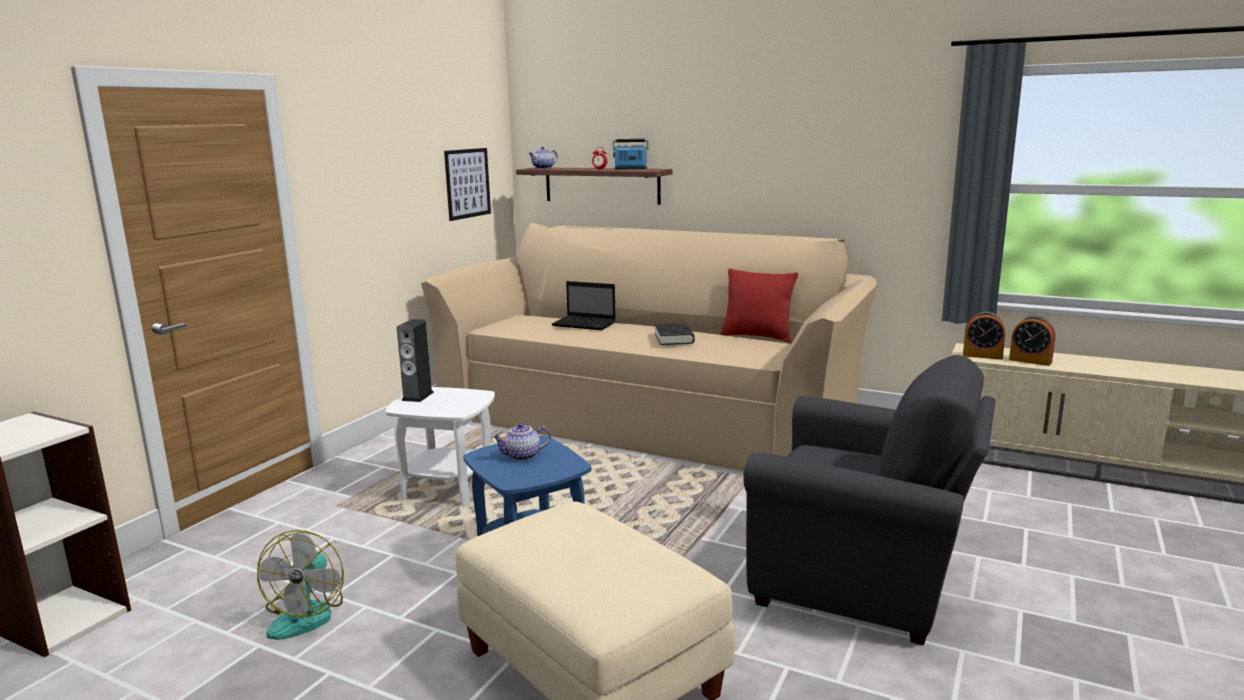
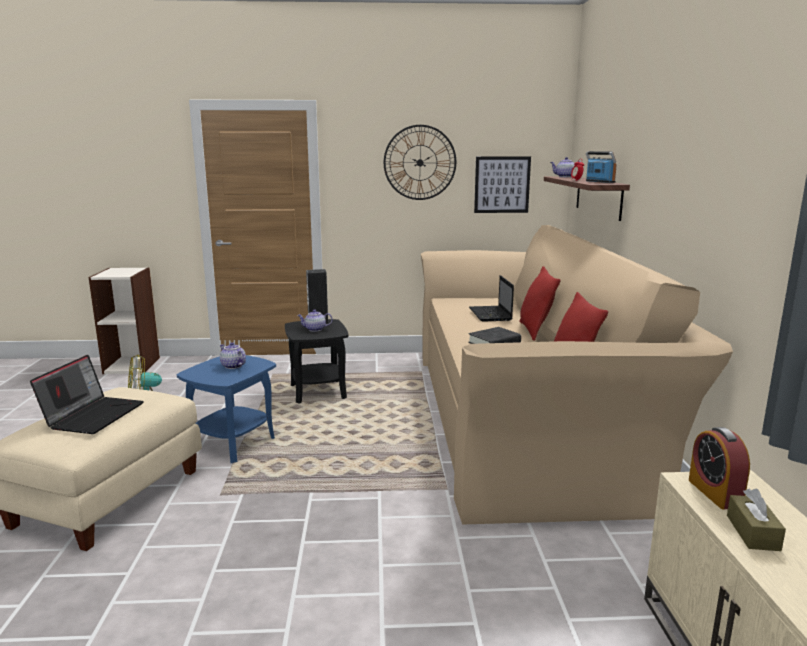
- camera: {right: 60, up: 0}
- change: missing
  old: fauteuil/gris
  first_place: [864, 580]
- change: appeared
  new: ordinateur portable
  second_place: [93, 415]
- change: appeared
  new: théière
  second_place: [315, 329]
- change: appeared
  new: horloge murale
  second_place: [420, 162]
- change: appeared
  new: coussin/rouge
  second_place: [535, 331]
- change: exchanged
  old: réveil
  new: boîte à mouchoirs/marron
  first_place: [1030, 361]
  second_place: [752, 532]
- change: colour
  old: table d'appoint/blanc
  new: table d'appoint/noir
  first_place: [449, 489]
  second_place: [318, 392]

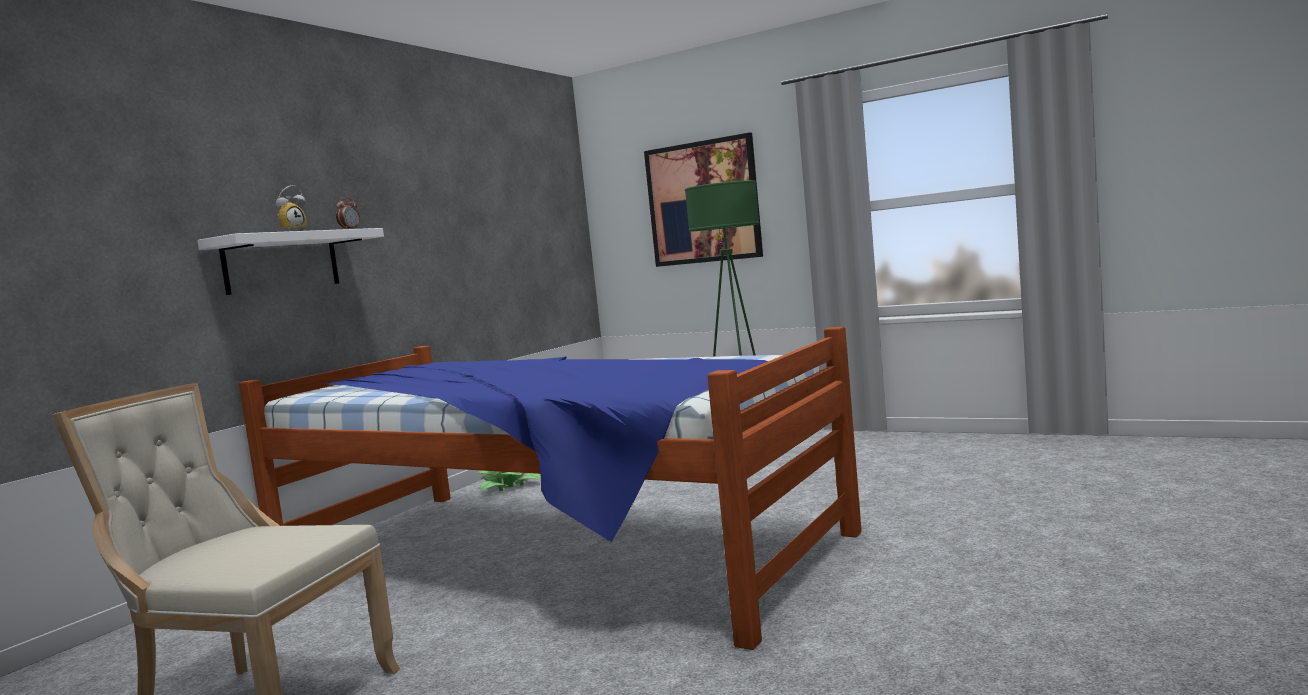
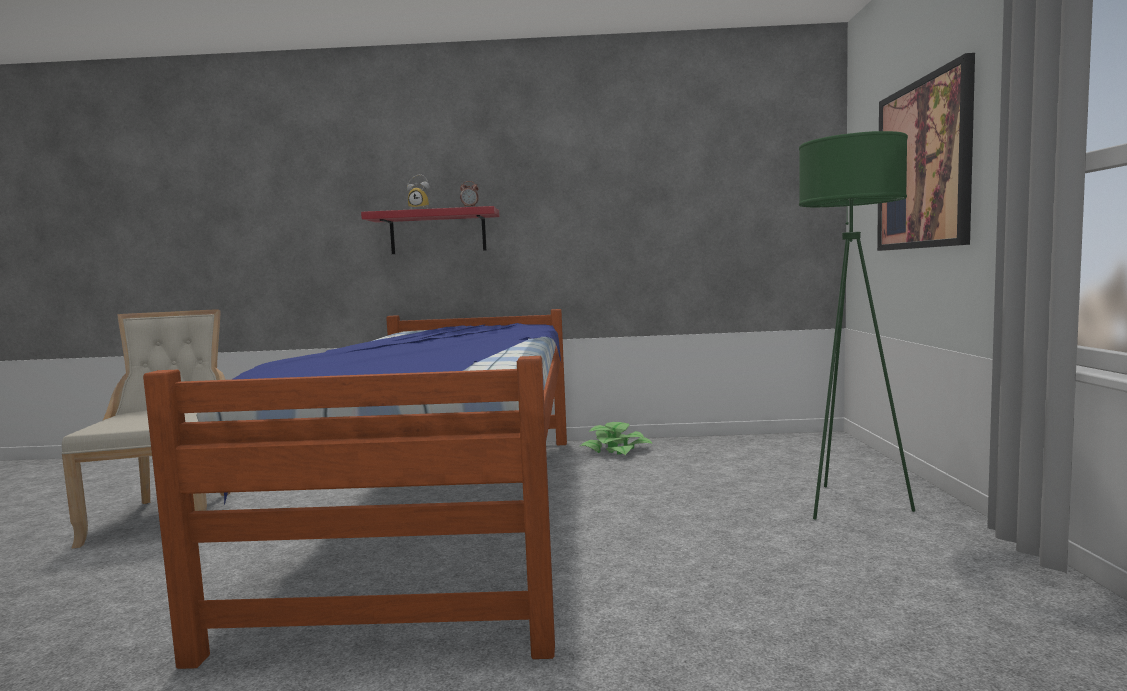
- camera: {right: 60, up: 0}
- change: colour
  old: étagère/blanc
  new: étagère/rouge
  first_place: [281, 262]
  second_place: [438, 232]

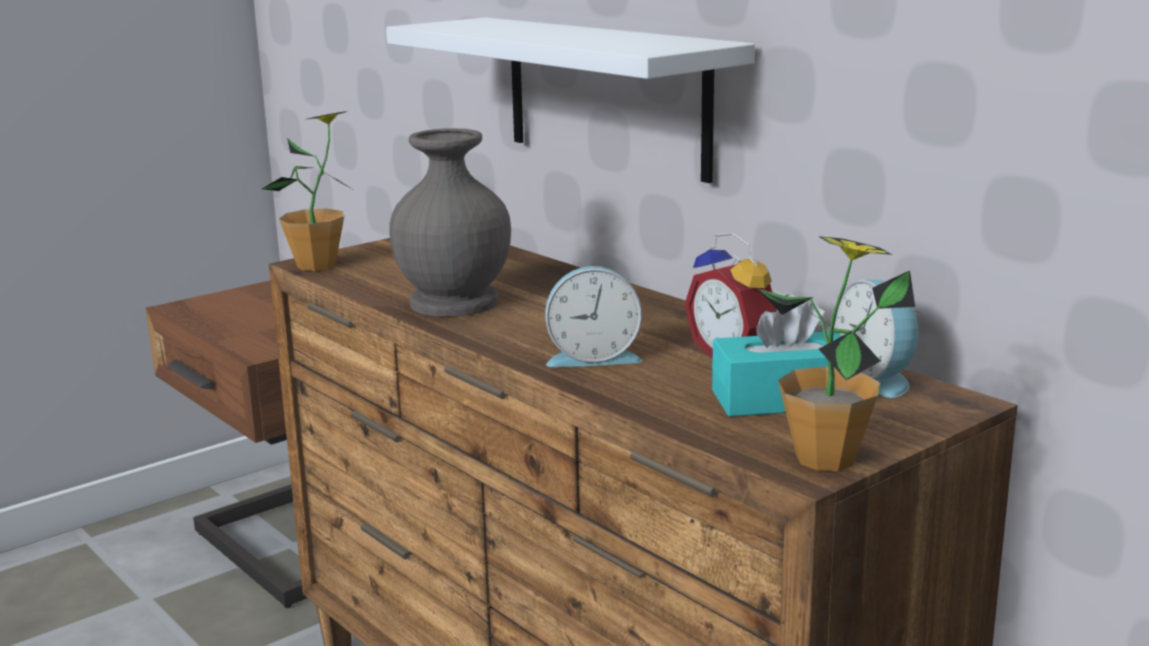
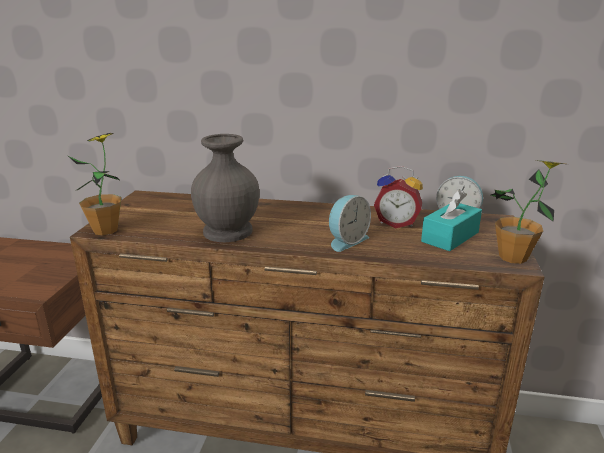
- camera: {right: -40, up: 5}
- change: missing
  old: étagère/blanc
  first_place: [605, 95]

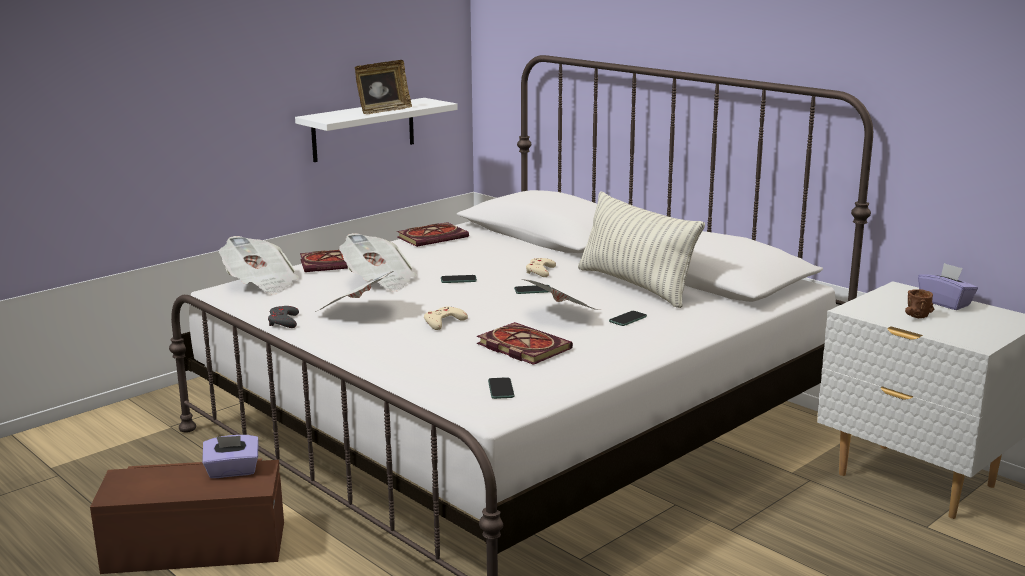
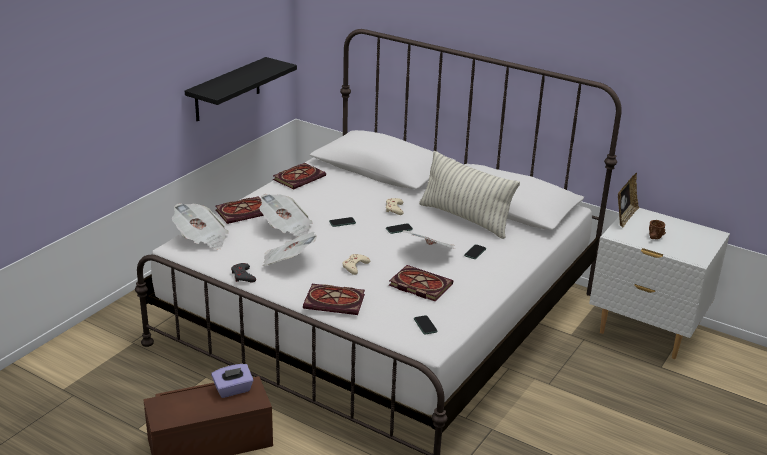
- camera: {right: -15, up: 10}
- change: missing
  old: boîte à mouchoirs/violet
  first_place: [945, 303]
- change: appeared
  new: livre
  second_place: [336, 301]
- change: relocated
  old: cadre photo
  first_place: [383, 110]
  second_place: [624, 217]
- change: colour
  old: étagère/blanc
  new: étagère/noir
  first_place: [363, 129]
  second_place: [227, 89]

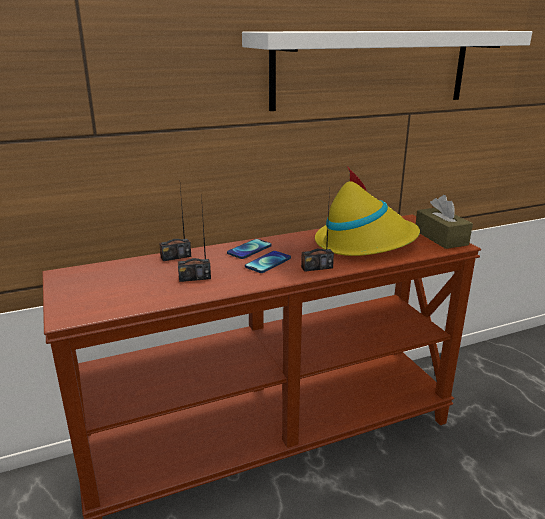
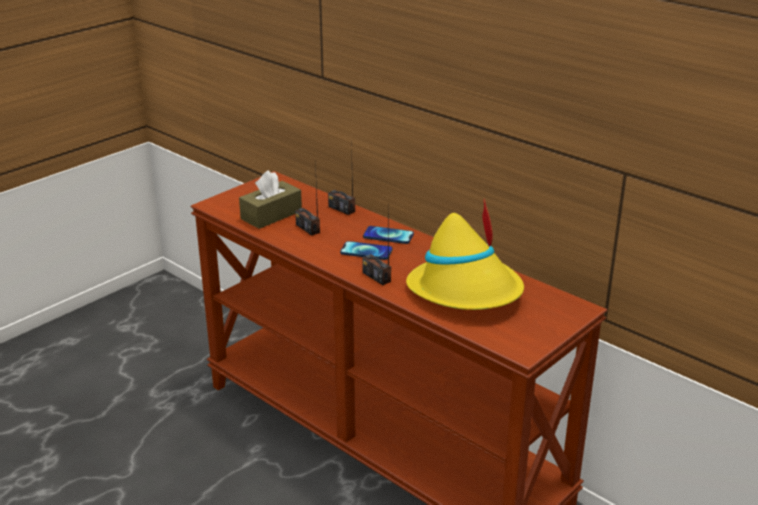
- camera: {right: 65, up: 5}
- change: missing
  old: étagère/blanc
  first_place: [372, 68]
- change: relocated
  old: boîte à mouchoirs/marron
  first_place: [441, 237]
  second_place: [271, 215]

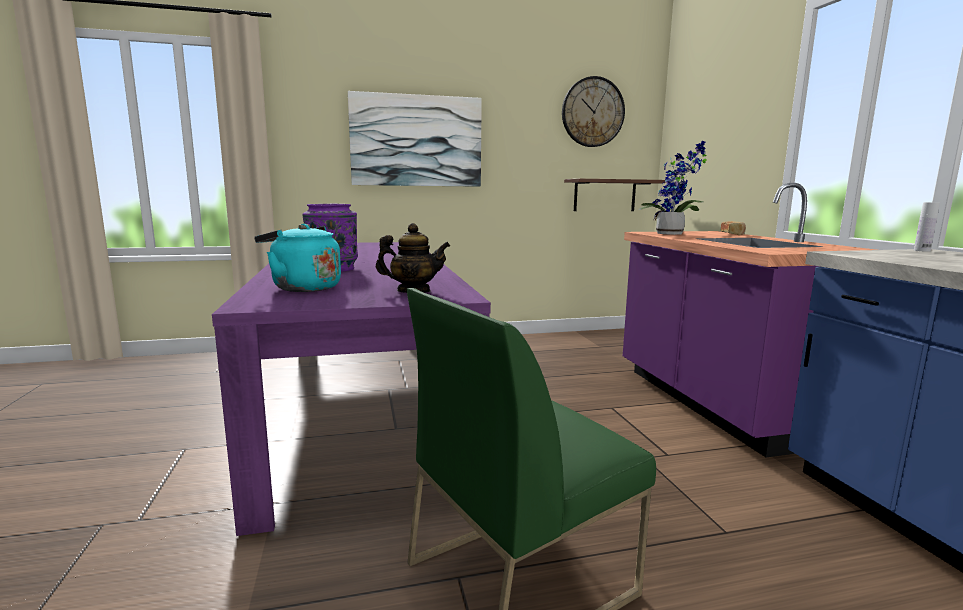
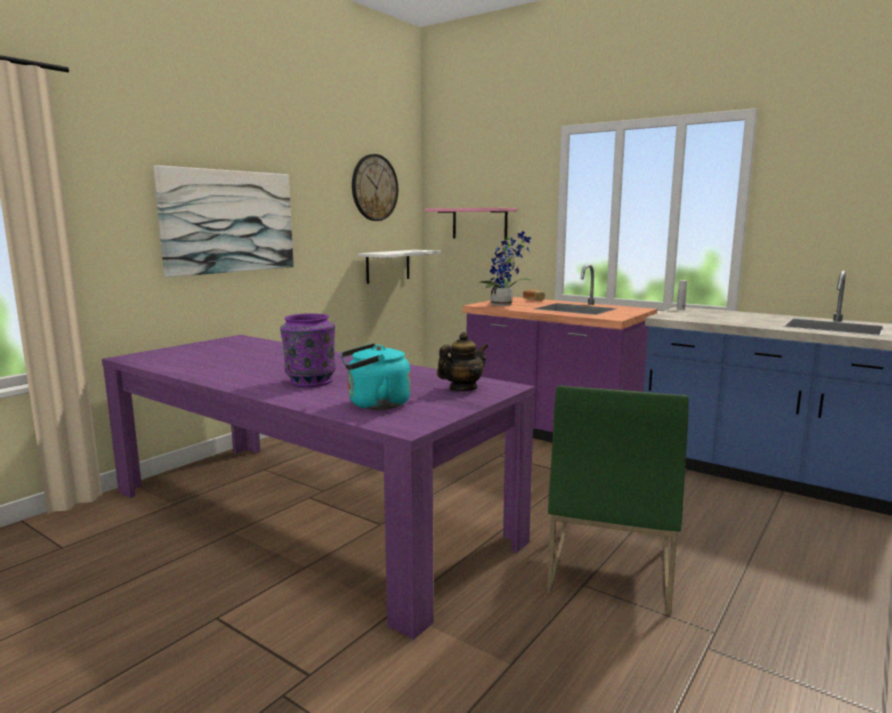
- camera: {right: -40, up: 0}
- change: appeared
  new: étagère/rose
  second_place: [479, 223]
- change: colour
  old: étagère/marron
  new: étagère/blanc
  first_place: [604, 195]
  second_place: [388, 266]

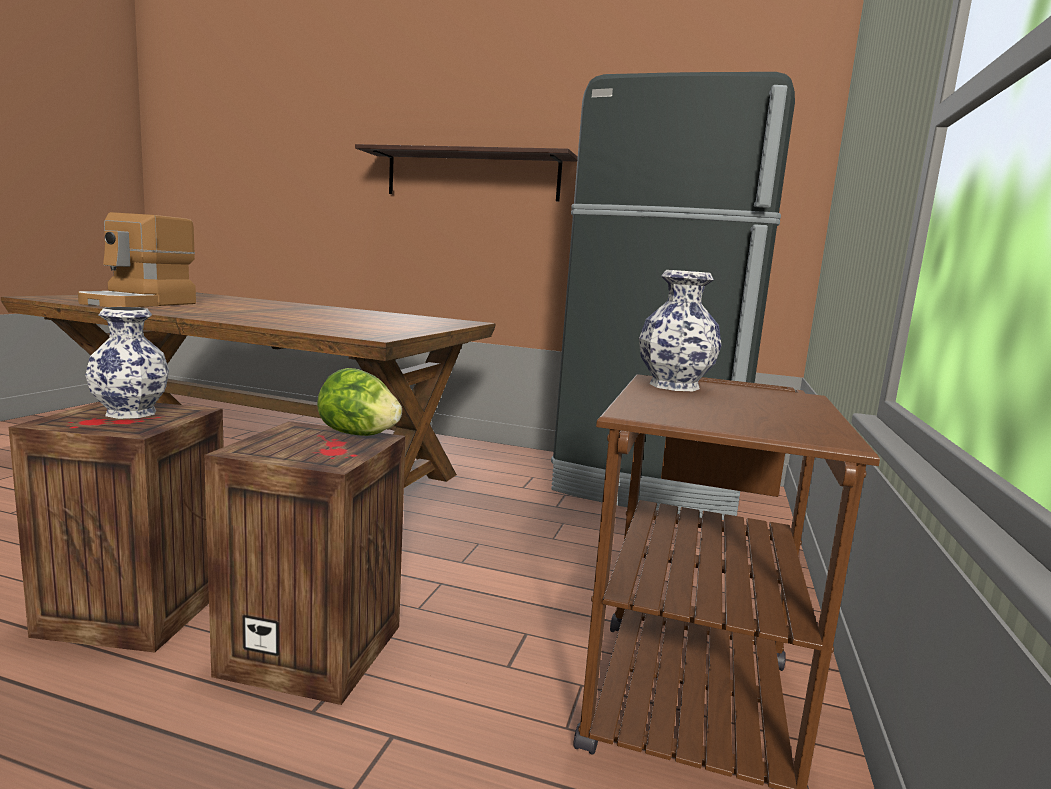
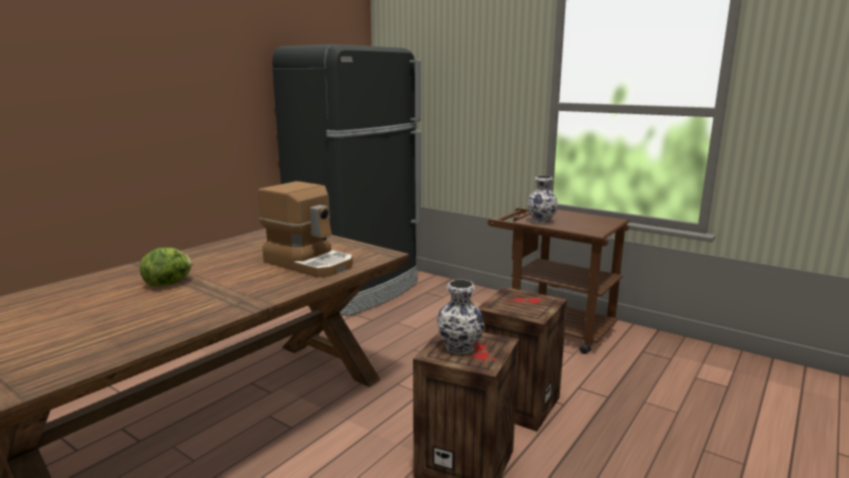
- camera: {right: -70, up: 5}
- change: missing
  old: étagère
  first_place: [472, 176]
- change: relocated
  old: machine à café
  first_place: [140, 303]
  second_place: [310, 263]
- change: relocated
  old: laitue
  first_place: [358, 434]
  second_place: [169, 283]

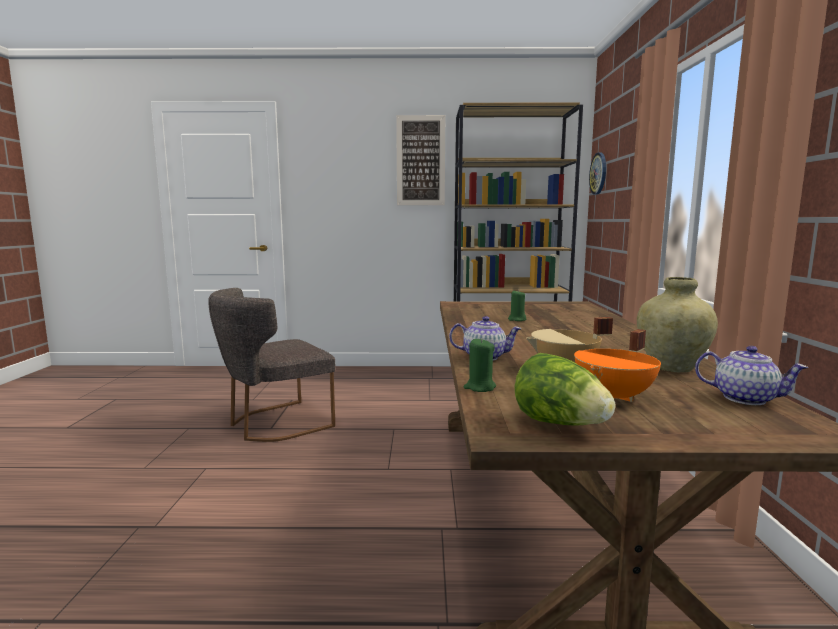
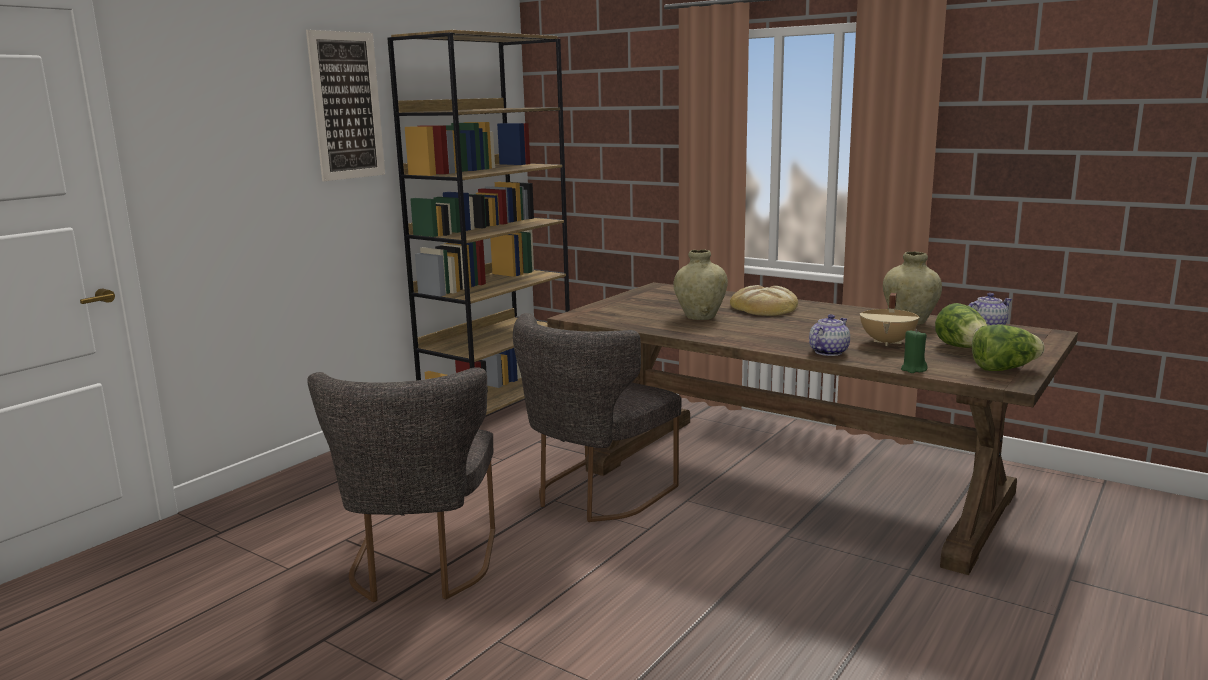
- camera: {right: -55, up: 5}
- change: missing
  old: horloge murale
  first_place: [598, 173]
- change: appeared
  new: chaise/gris
  second_place: [595, 495]
- change: appeared
  new: pain
  second_place: [764, 307]
- change: exchanged
  old: bougie/vert
  new: vase/beige
  first_place: [517, 319]
  second_place: [700, 316]
- change: exchanged
  old: marmite/orange
  new: laitue
  first_place: [615, 397]
  second_place: [962, 348]

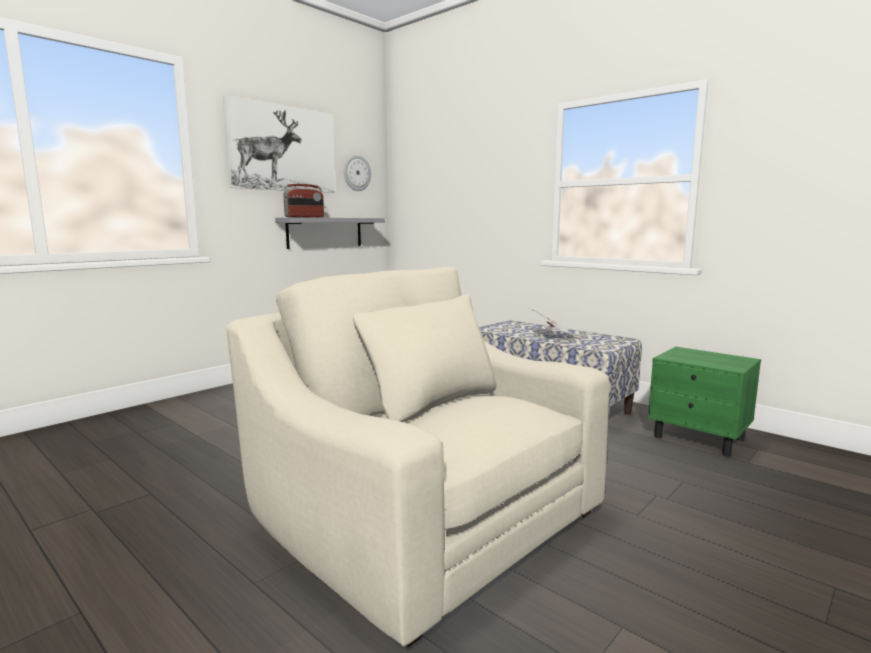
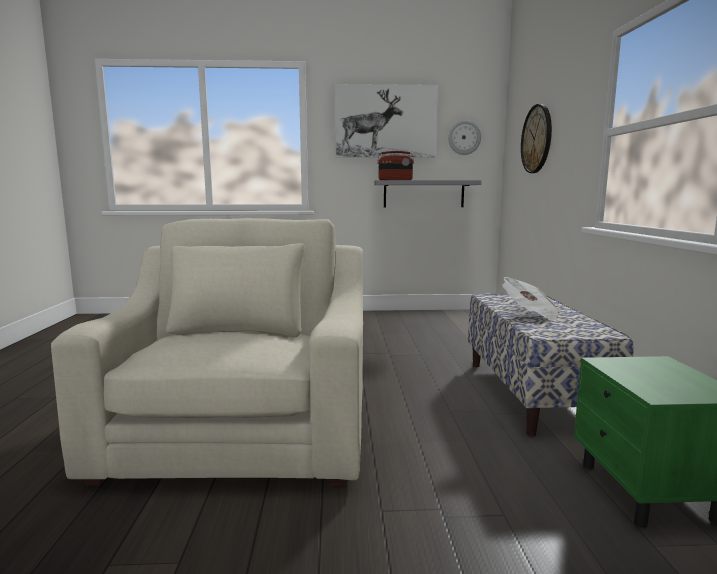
- camera: {right: 45, up: 0}
- change: appeared
  new: horloge murale
  second_place: [537, 139]

